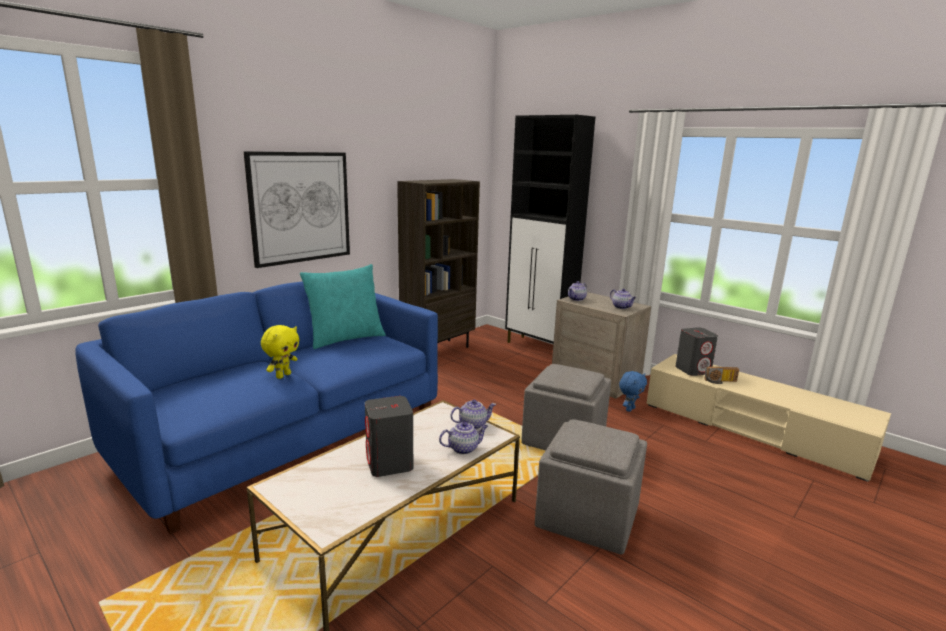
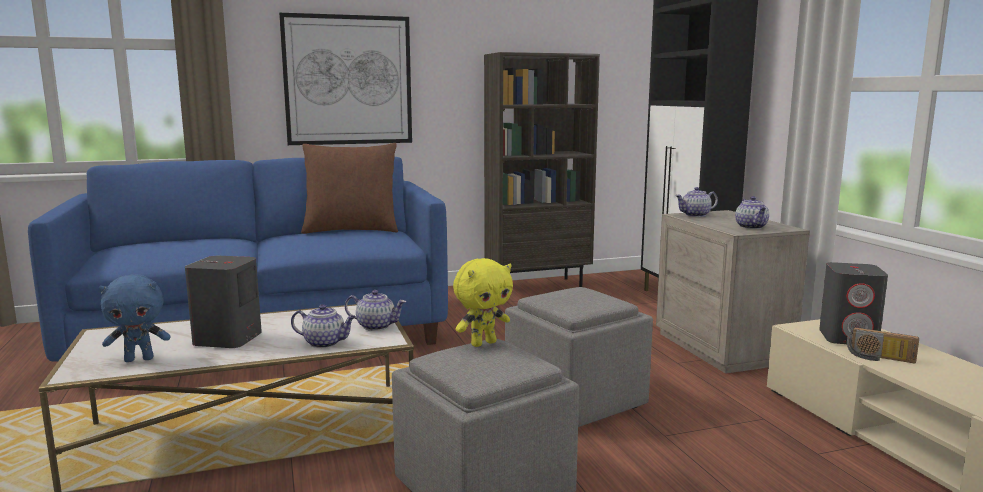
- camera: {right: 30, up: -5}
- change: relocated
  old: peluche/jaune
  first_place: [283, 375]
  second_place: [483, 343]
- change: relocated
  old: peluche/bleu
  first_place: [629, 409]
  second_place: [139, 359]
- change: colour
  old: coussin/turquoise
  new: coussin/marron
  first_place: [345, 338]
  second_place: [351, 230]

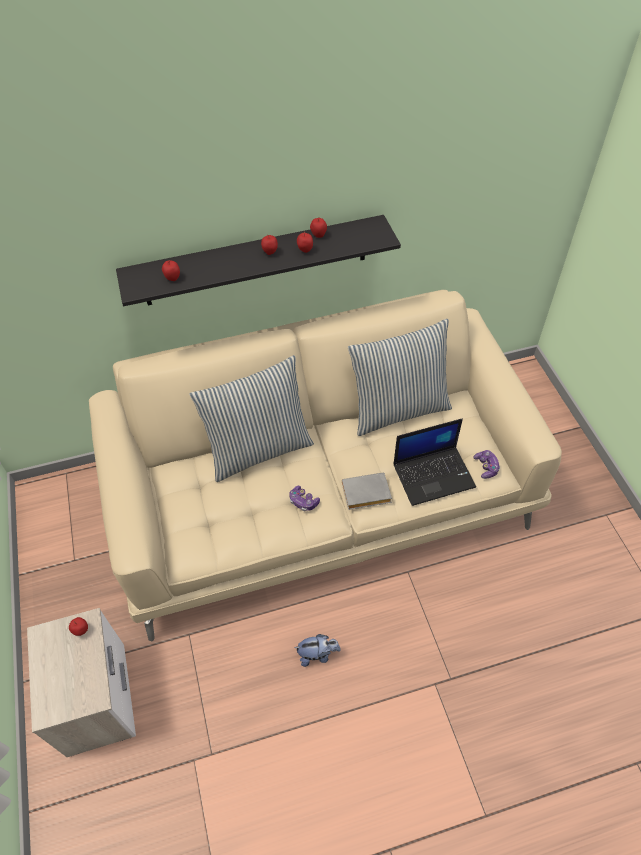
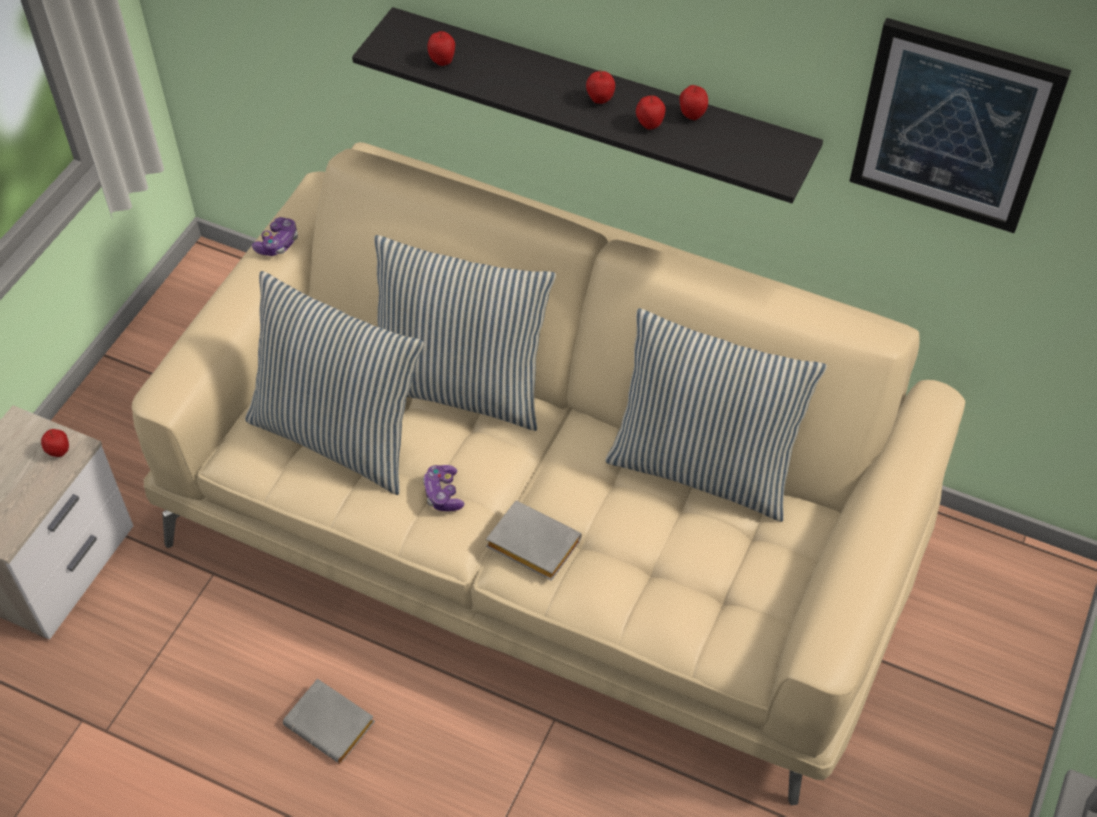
- camera: {right: 40, up: 0}
- change: missing
  old: ordinateur portable
  first_place: [434, 474]
- change: appeared
  new: coussin
  second_place: [339, 435]
- change: appeared
  new: tableau
  second_place: [954, 126]
- change: relocated
  old: manette
  first_place: [486, 467]
  second_place: [278, 243]
- change: exchanged
  old: peluche
  new: livre/gris
  first_place: [317, 654]
  second_place: [333, 724]

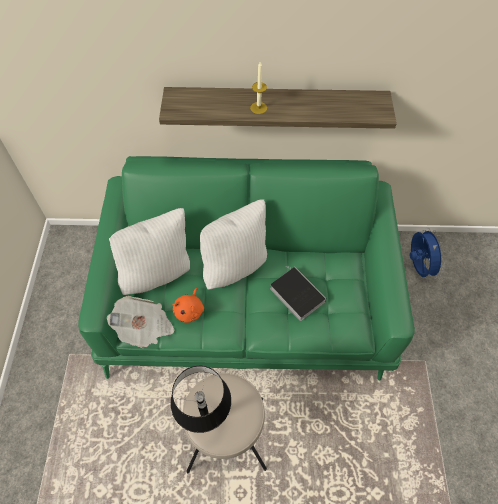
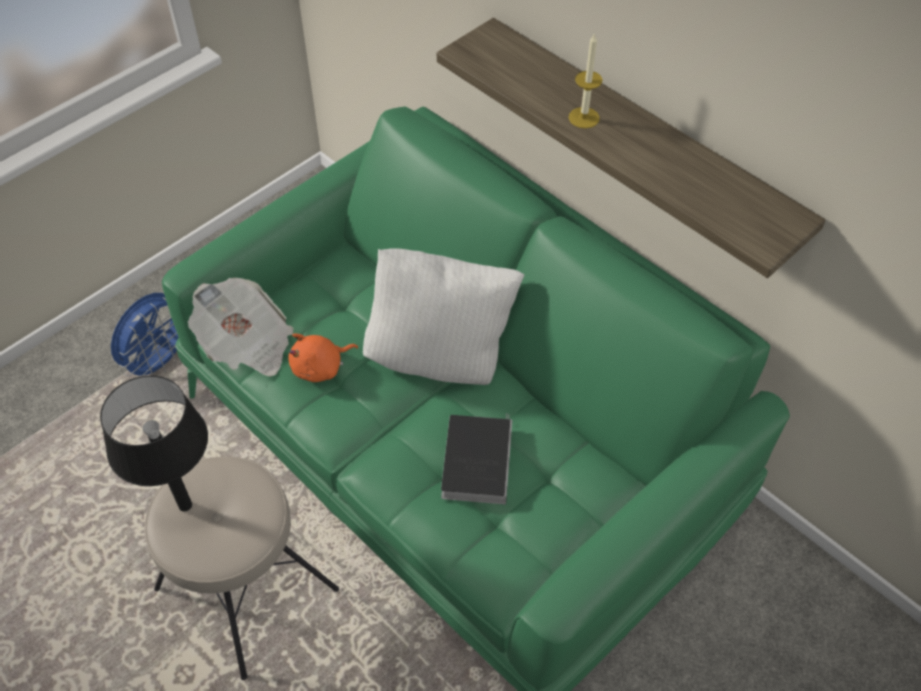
- camera: {right: 45, up: -5}
- change: missing
  old: coussin/blanc
  first_place: [157, 272]
- change: relocated
  old: ventilateur/bleu
  first_place: [417, 266]
  second_place: [161, 361]

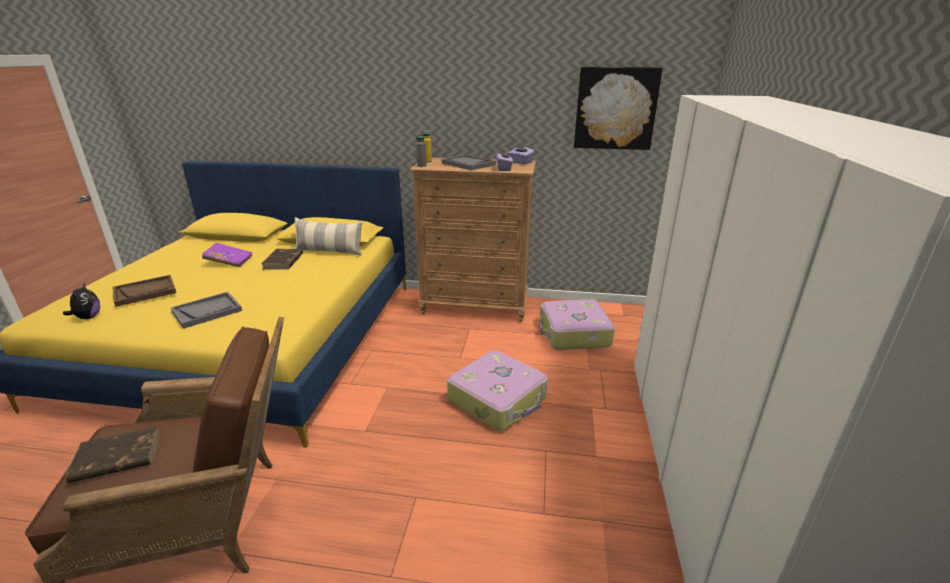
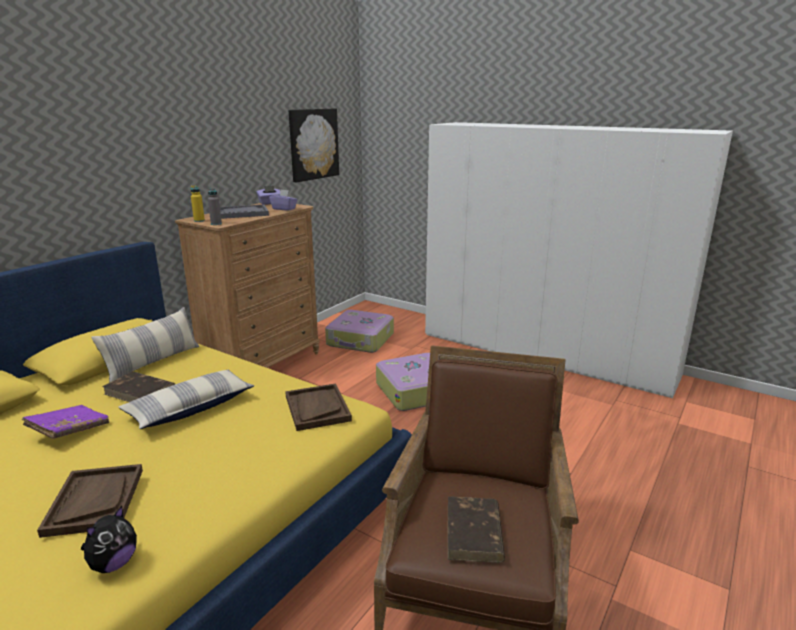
- camera: {right: -65, up: -5}
- change: missing
  old: plateau/gris
  first_place: [207, 311]
- change: appeared
  new: coussin
  second_place: [190, 408]
- change: appeared
  new: plateau/marron
  second_place: [317, 408]
- change: spun
  old: peluche
  first_place: [88, 317]
  second_place: [113, 564]
  degrees: 105

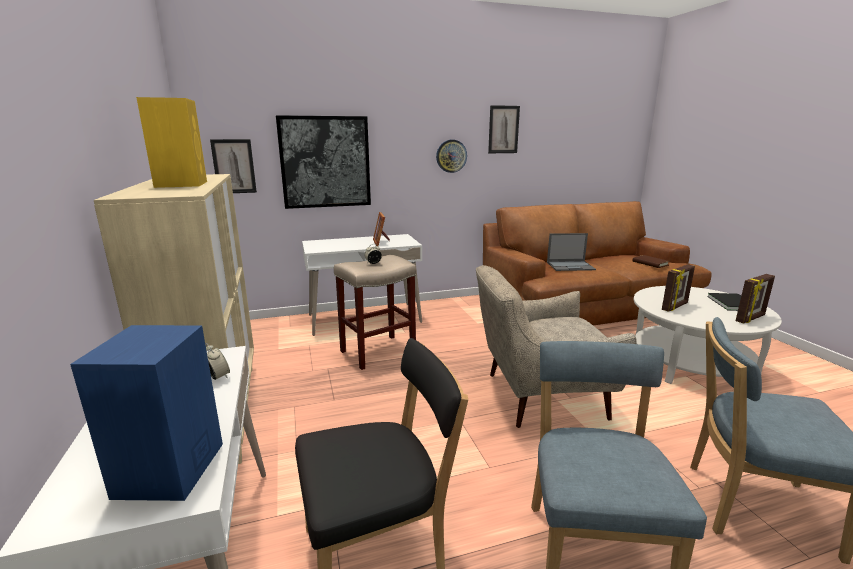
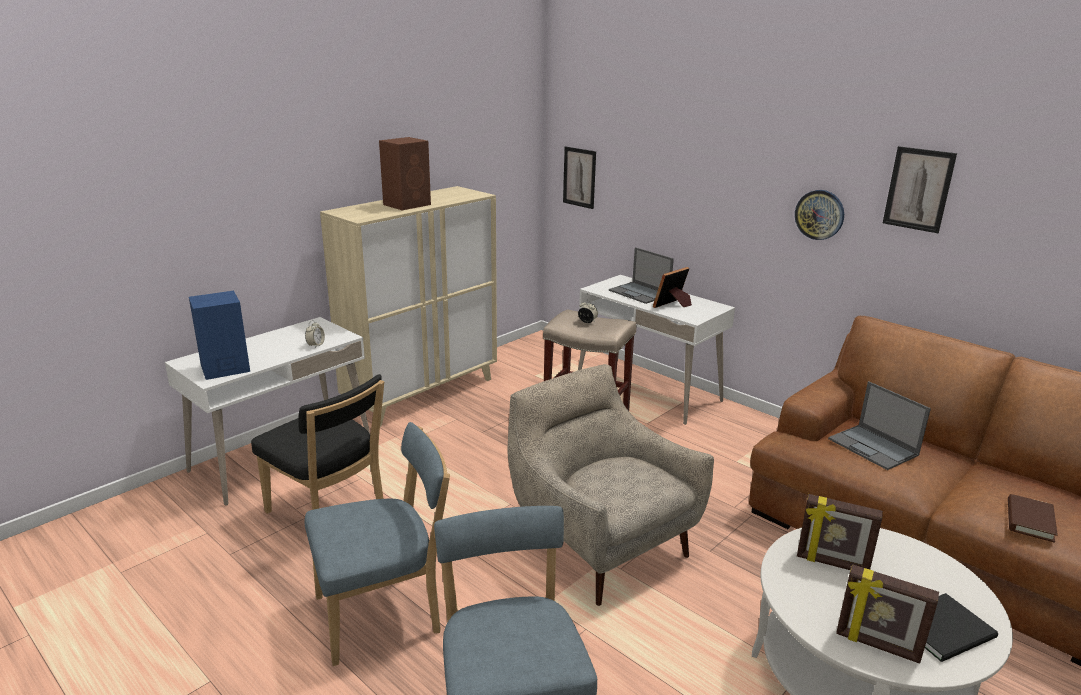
- camera: {right: 60, up: 5}
- change: missing
  old: tableau
  first_place: [325, 162]
- change: appeared
  new: ordinateur portable
  second_place: [640, 293]
- change: colour
  old: enceinte/jaune
  new: enceinte/marron
  first_place: [182, 184]
  second_place: [408, 204]

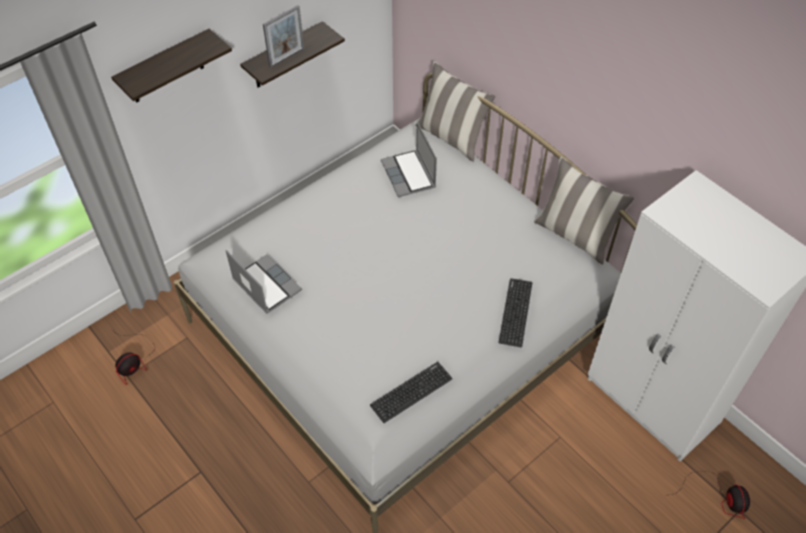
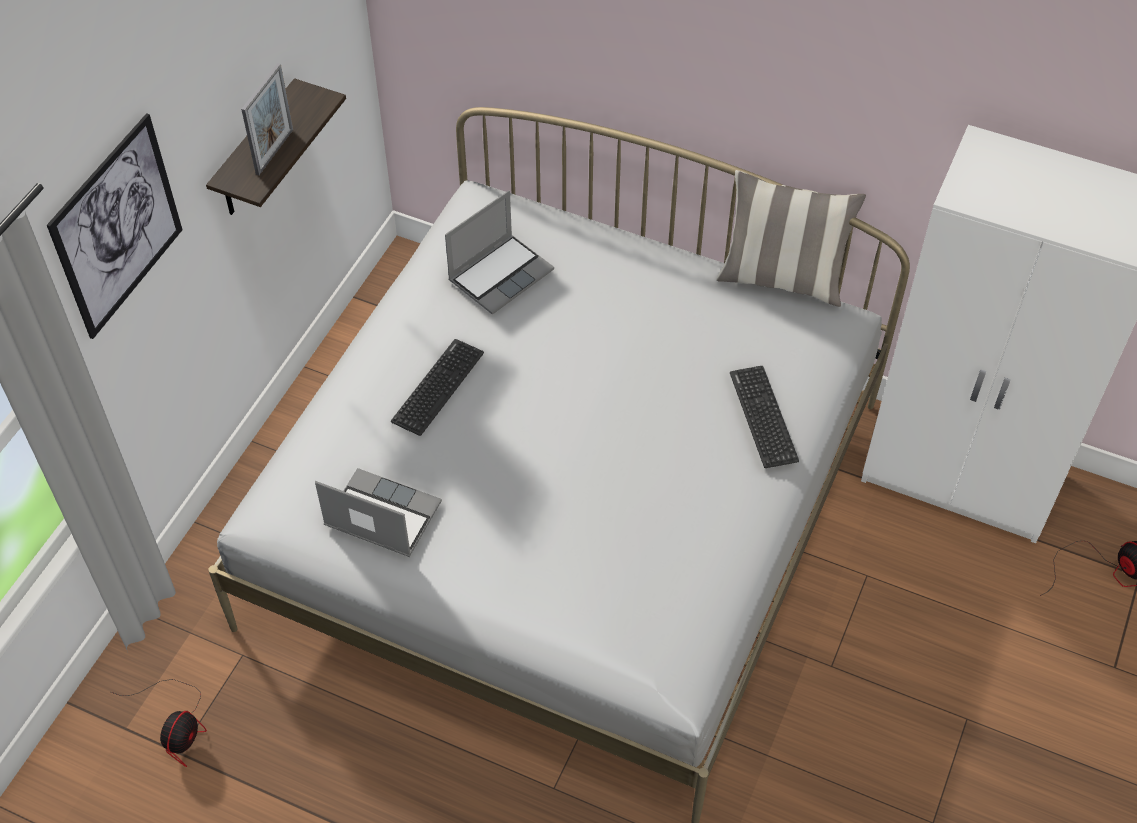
- camera: {right: -25, up: 0}
- change: missing
  old: coussin
  first_place: [452, 137]
- change: relocated
  old: clavier
  first_place: [411, 392]
  second_place: [438, 387]
- change: exchanged
  old: étagère
  new: tableau
  first_place: [165, 68]
  second_place: [117, 227]
- change: spun
  old: ordinateur portable
  first_place: [409, 175]
  second_place: [501, 274]
  degrees: -90

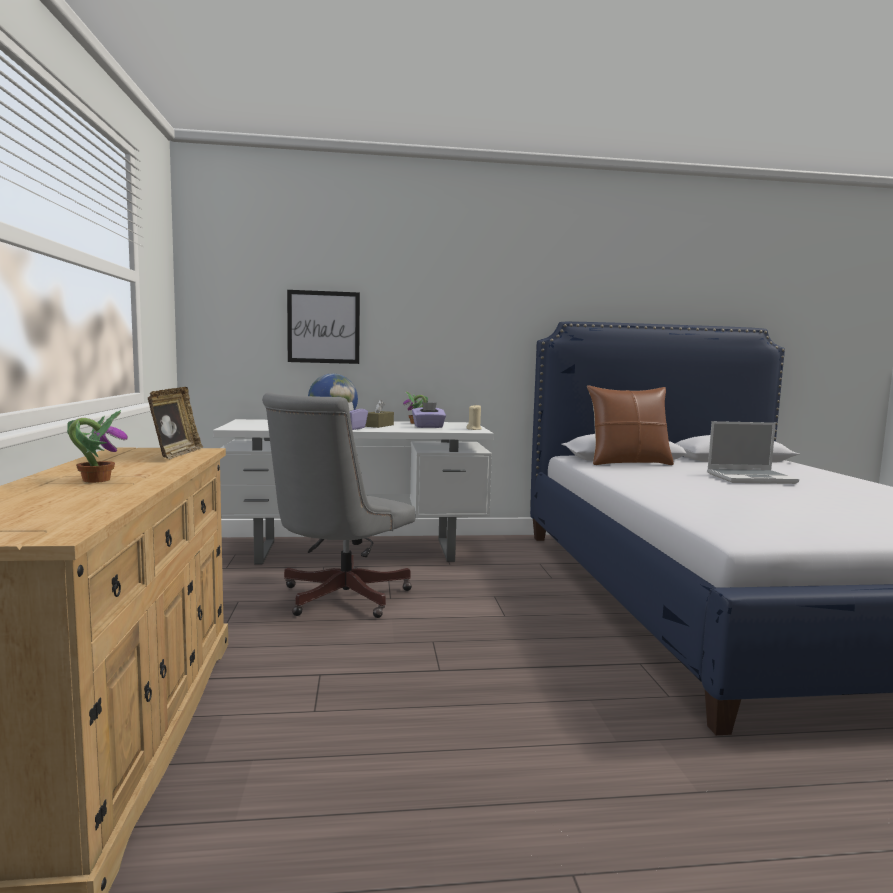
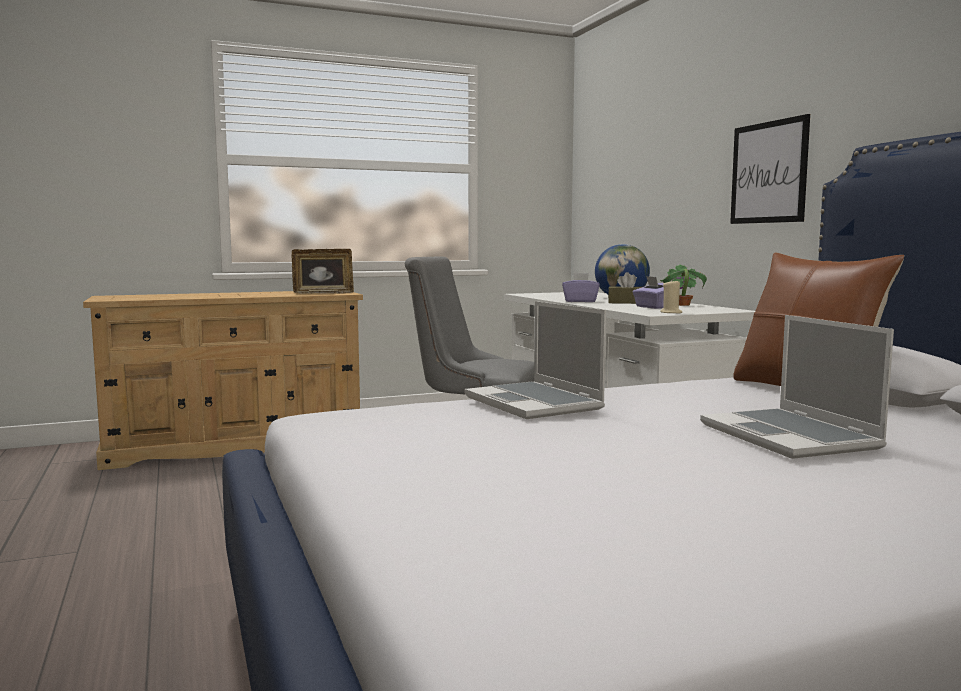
- camera: {right: 75, up: 0}
- change: missing
  old: plante en pot
  first_place: [95, 480]
- change: appeared
  new: ordinateur portable
  second_place: [535, 403]
- change: relocated
  old: tableau
  first_place: [323, 327]
  second_place: [768, 172]

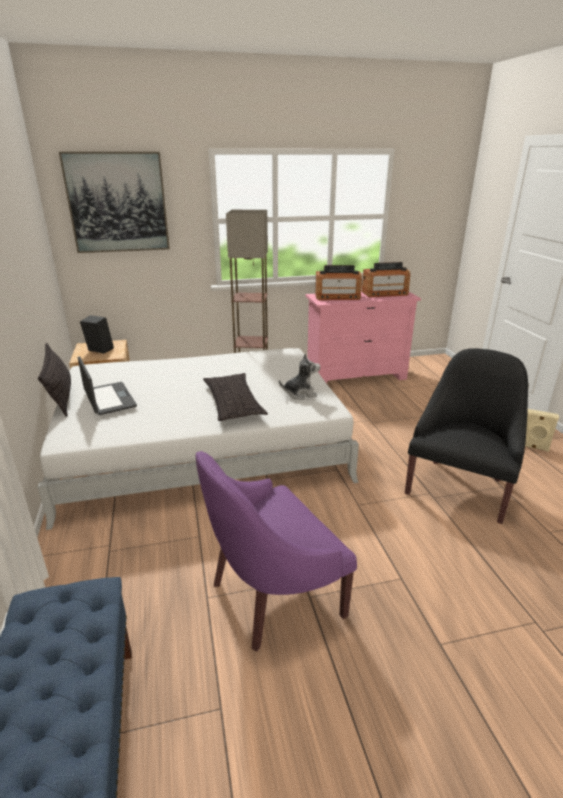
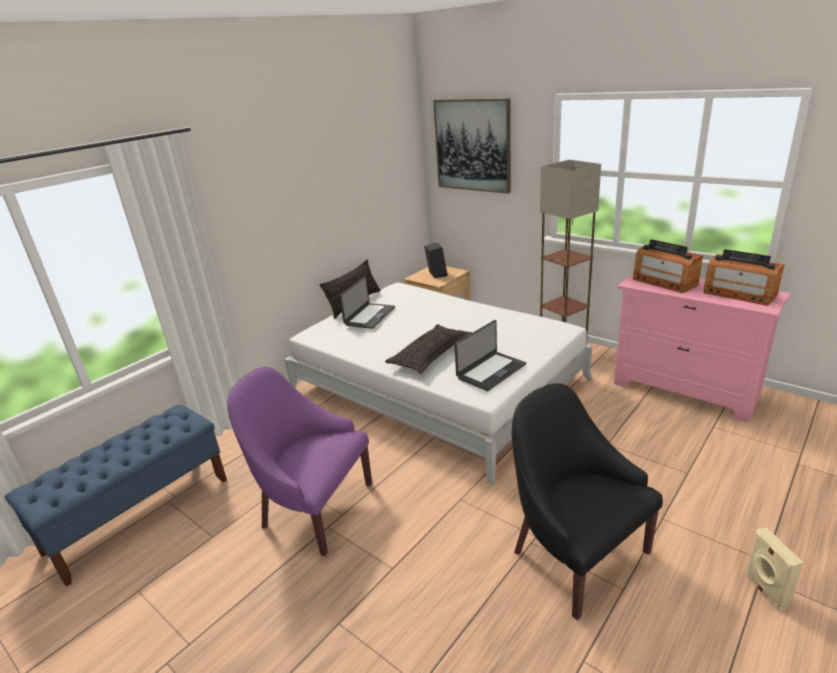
- camera: {right: 55, up: 0}
- change: exchanged
  old: peluche
  new: ordinateur portable
  first_place: [300, 394]
  second_place: [490, 371]
- change: spun
  old: fauteuil/noir
  first_place: [459, 487]
  second_place: [575, 554]
  degrees: -120

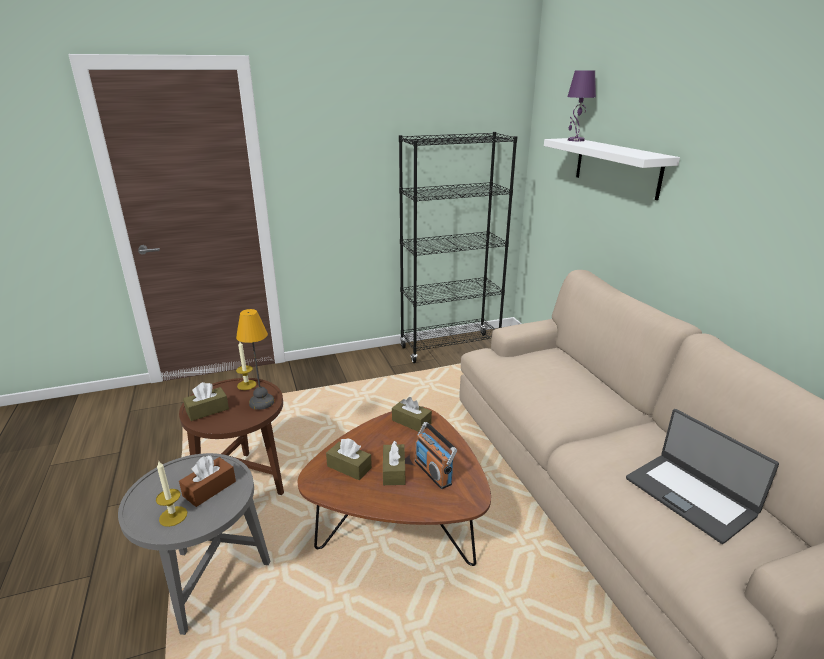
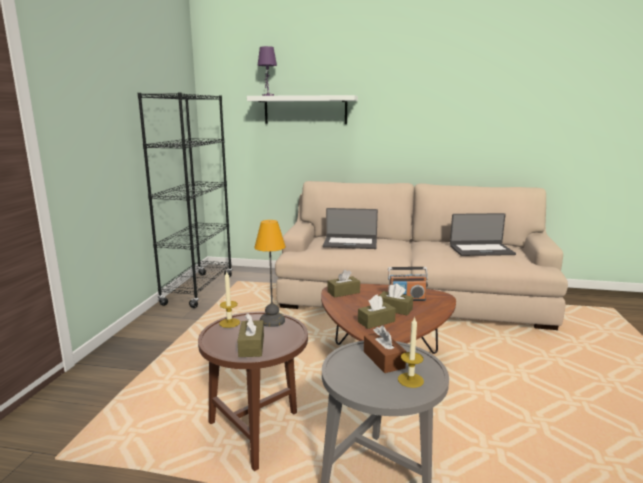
- camera: {right: -60, up: -10}
- change: appeared
  new: ordinateur portable
  second_place: [350, 243]

